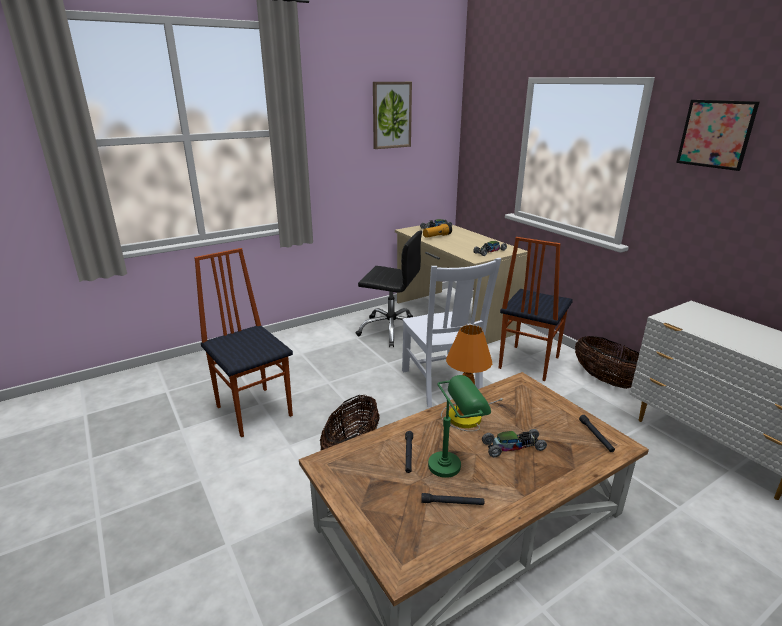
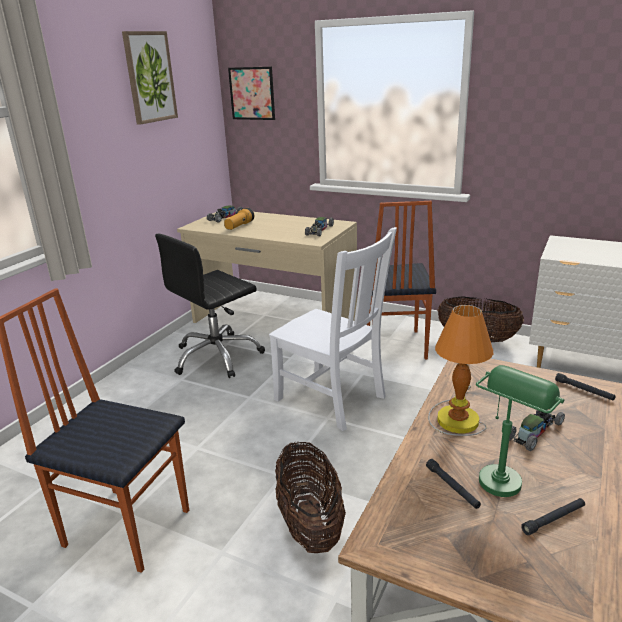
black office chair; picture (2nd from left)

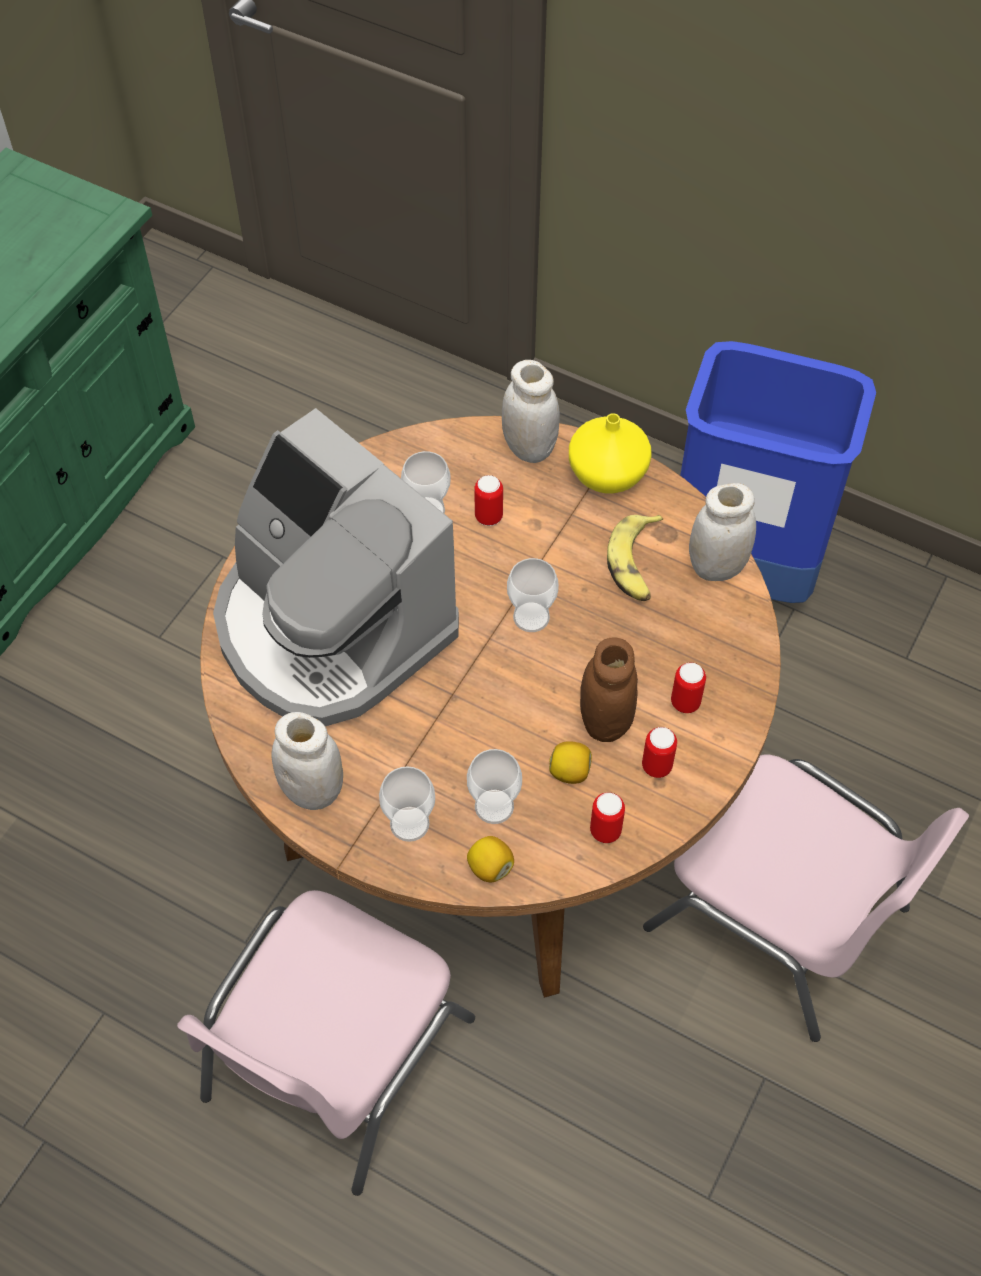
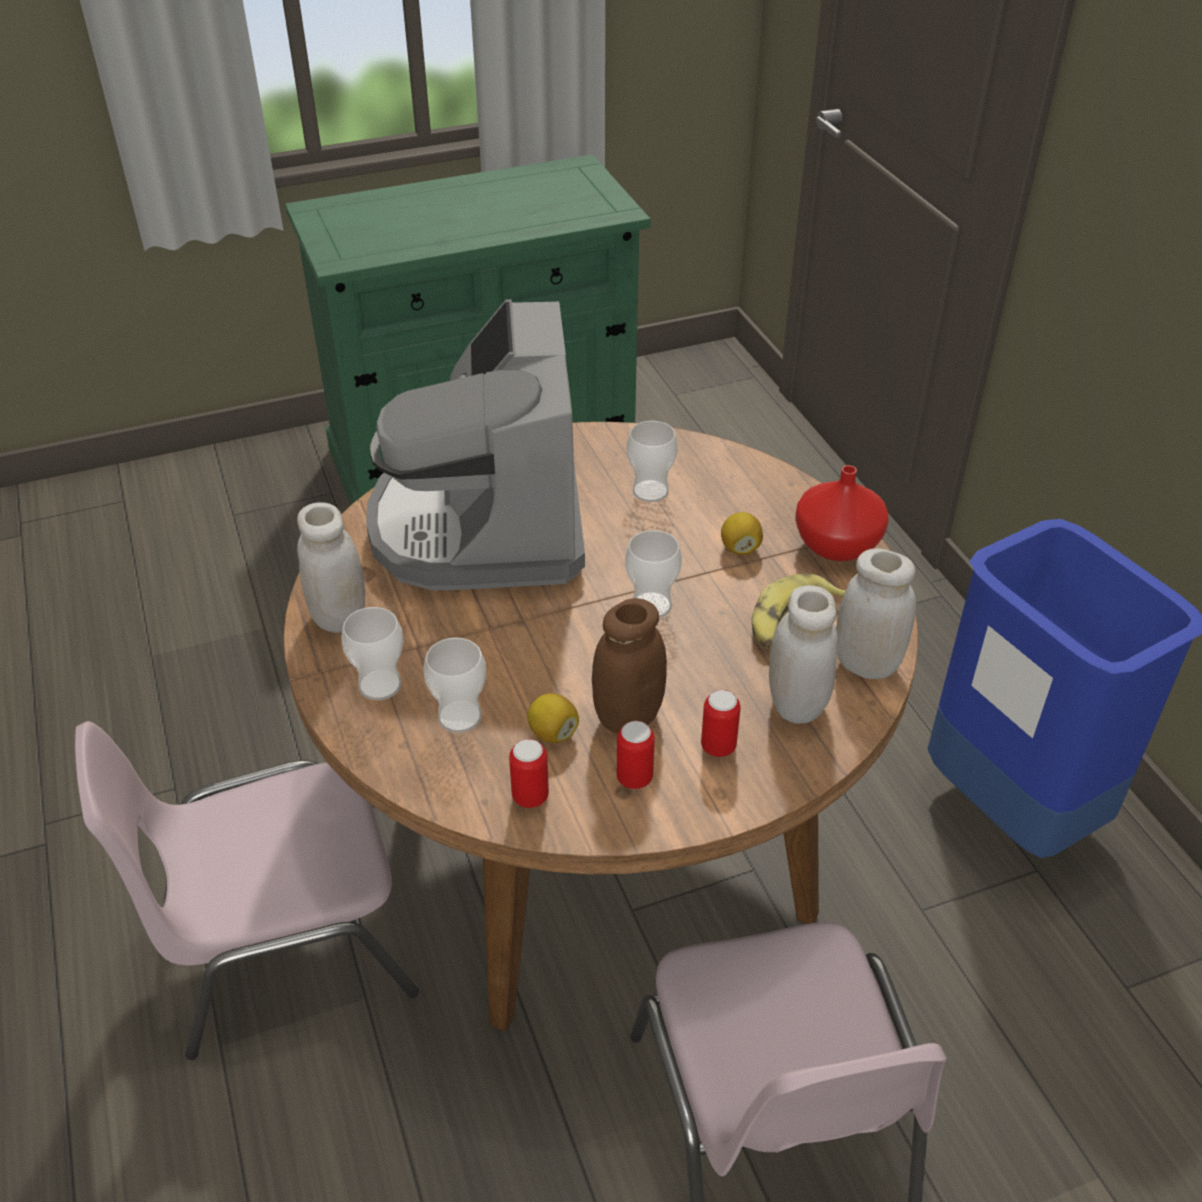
lemon (2nd from left); can (1st from left in the first image); white jar (2nd from left); red vase

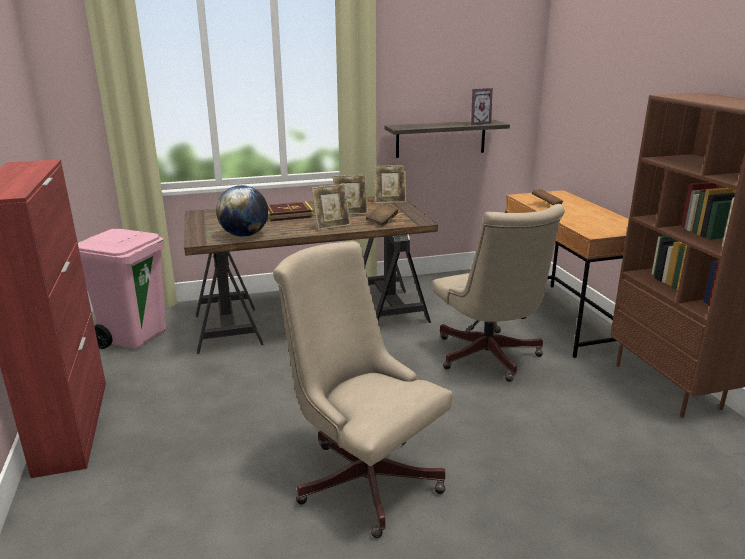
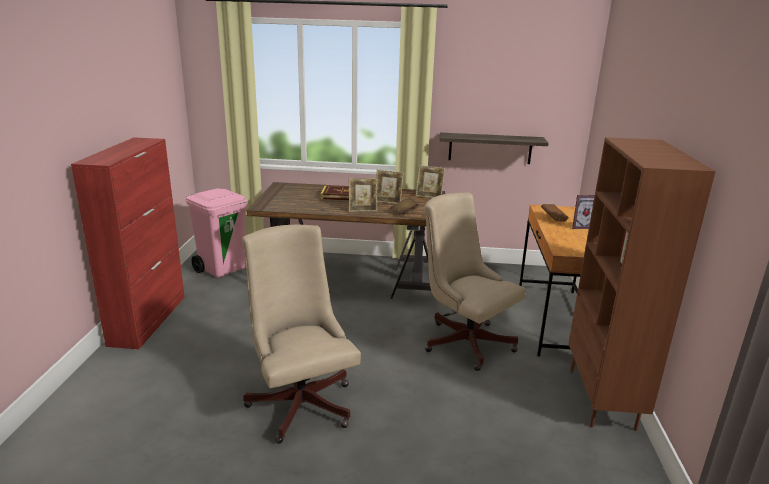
globe; beige office chair (2nd from left); picture frame (4th from left)

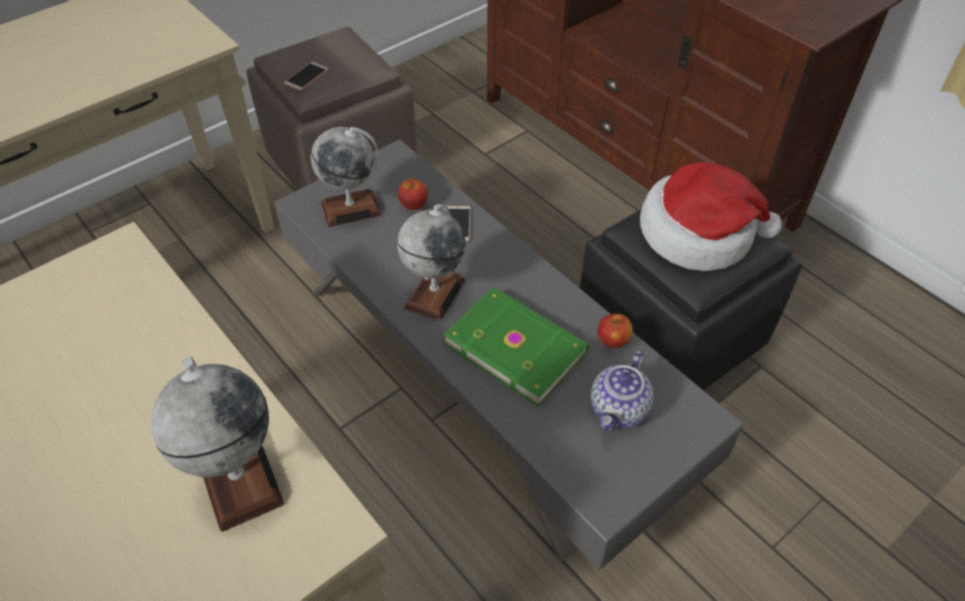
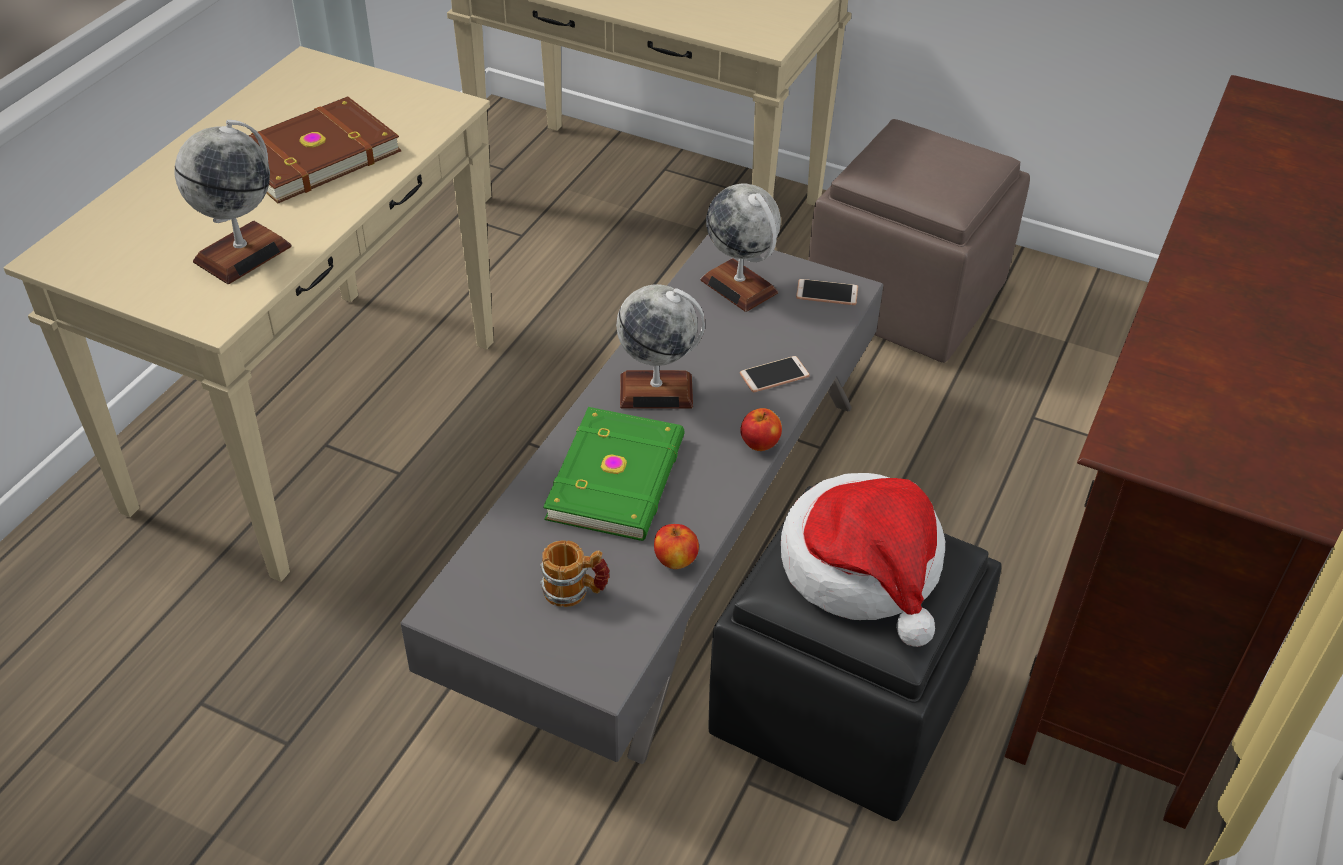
phone (2nd from left); apple (2nd from left); mug; brown book

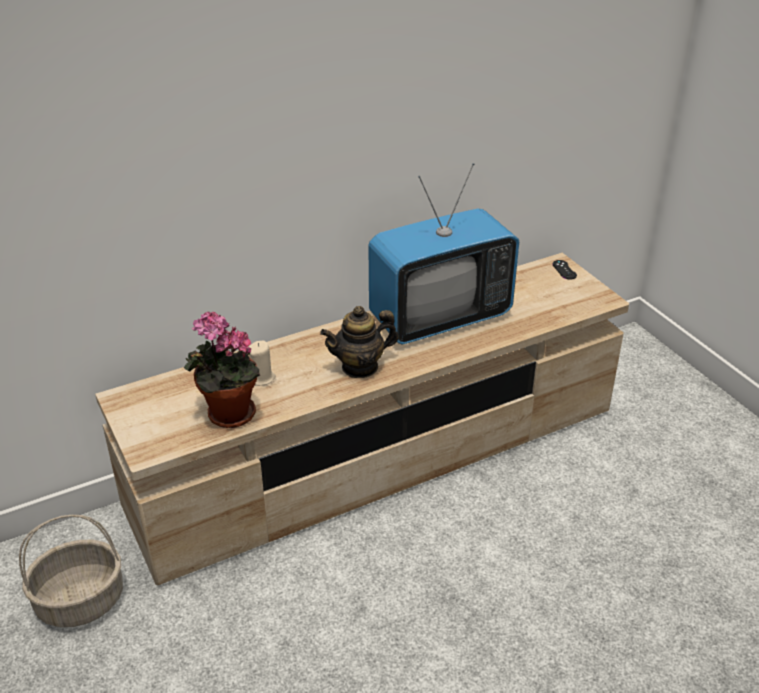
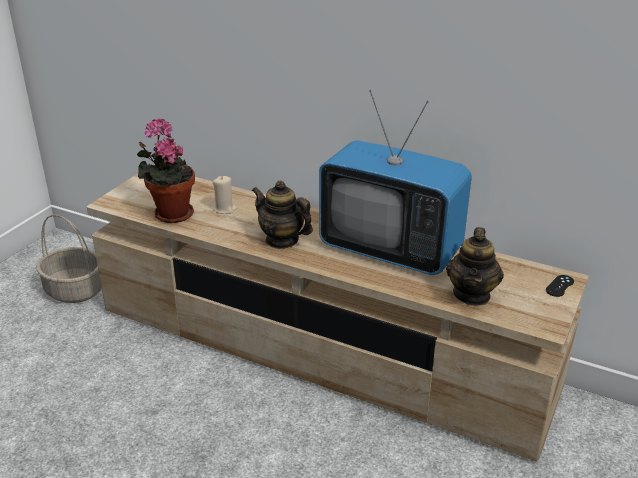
teapot (2nd from left)

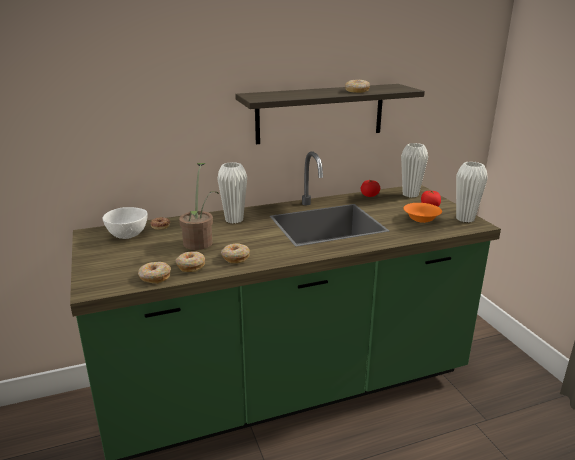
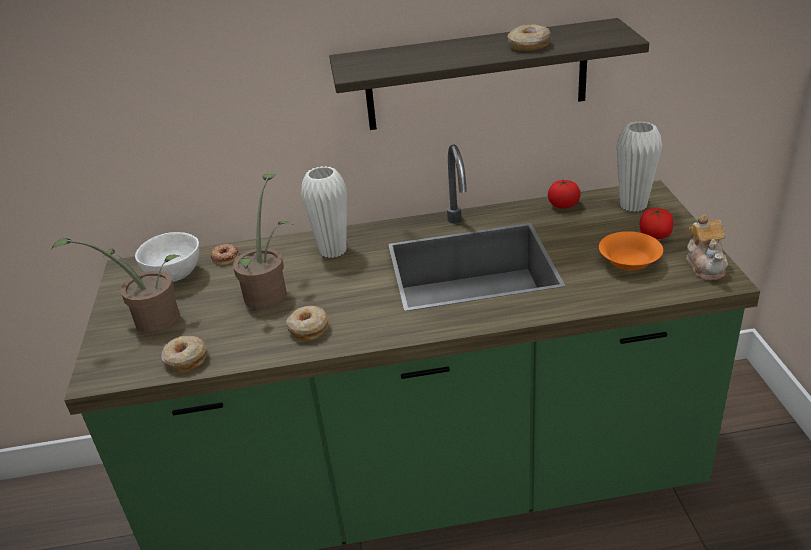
donut (3rd from left in the first image); teapot; potted plant (1st from left)

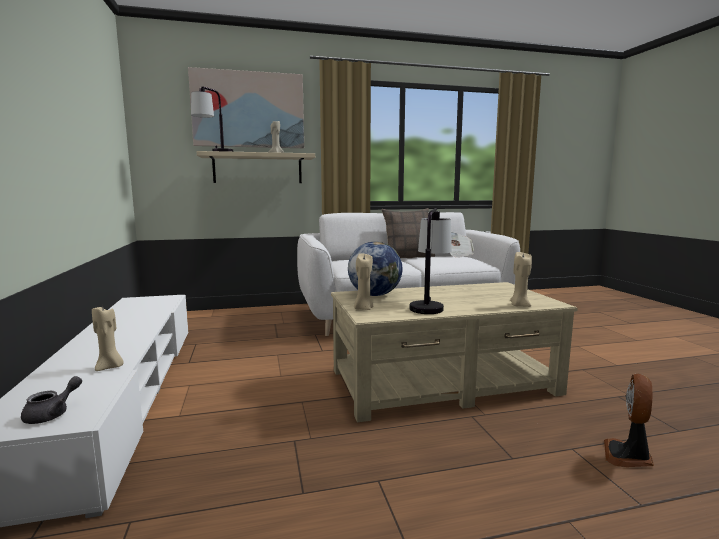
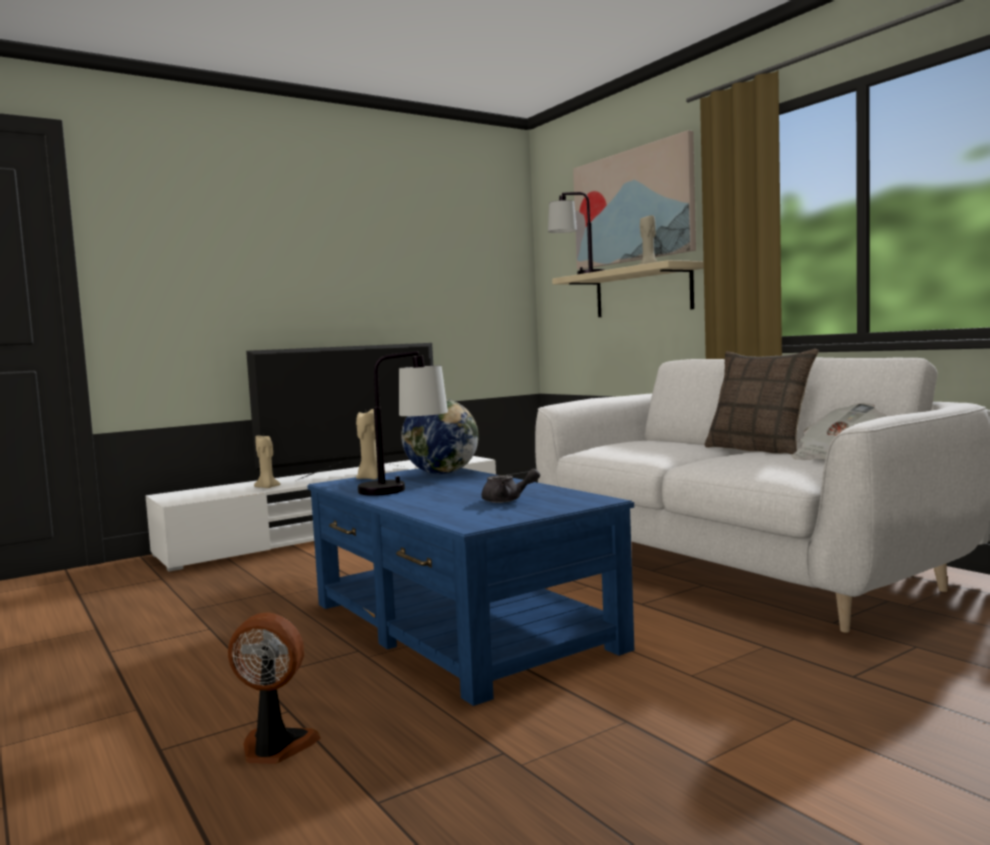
grey teapot; blue coffee table; beige candle (4th from left in the first image); television

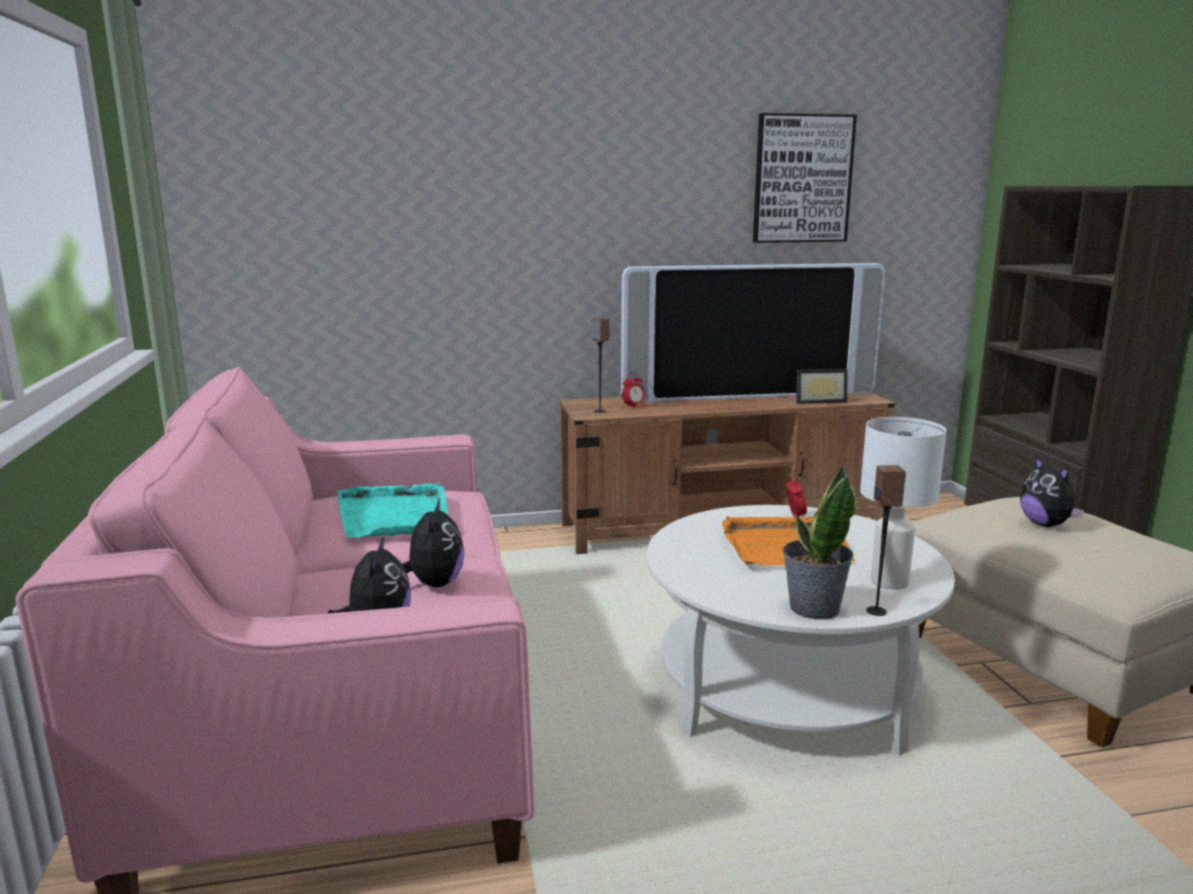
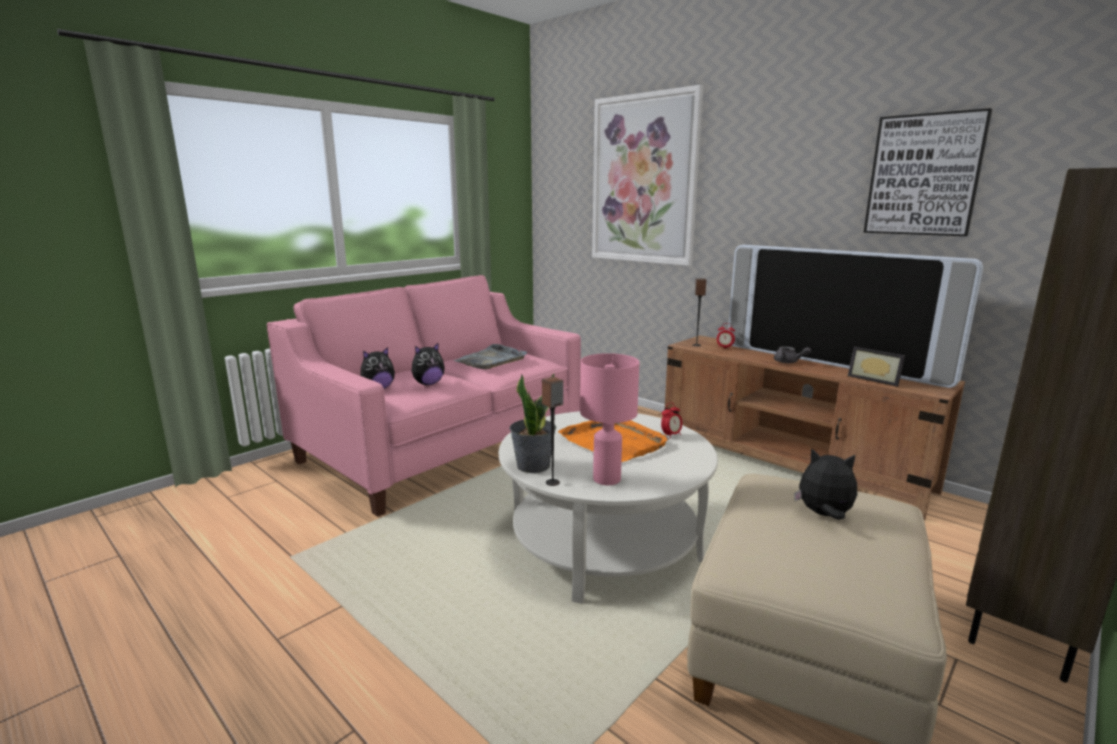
grey tray; pink table lamp; plush toy (3rd from left); picture (1st from left); grey teapot

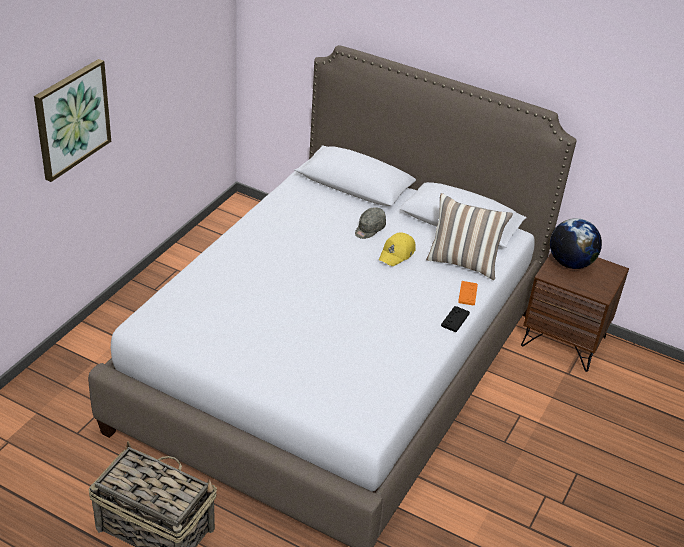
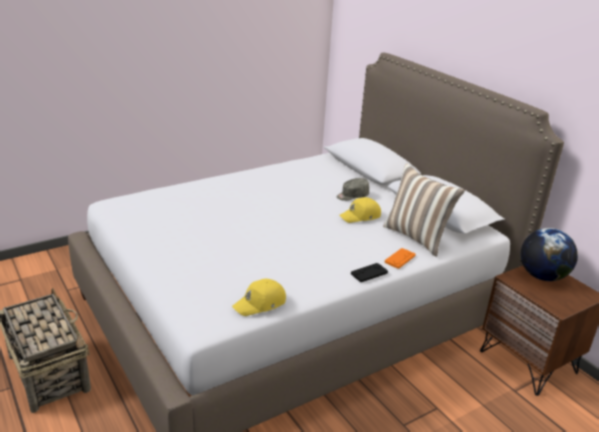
picture; yellow cap (1st from left)

